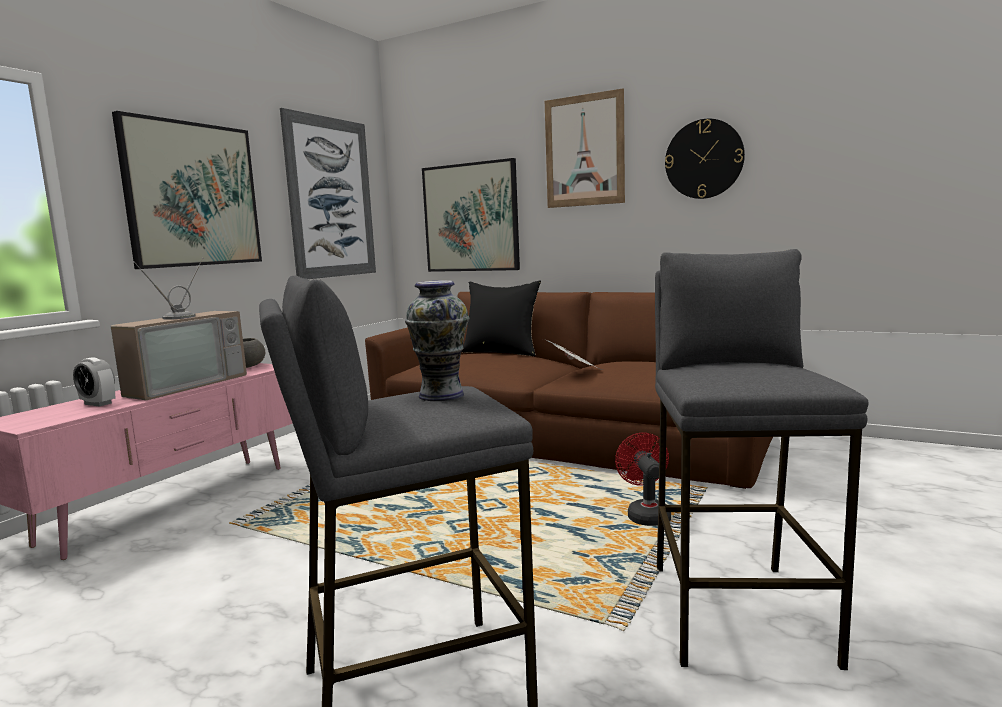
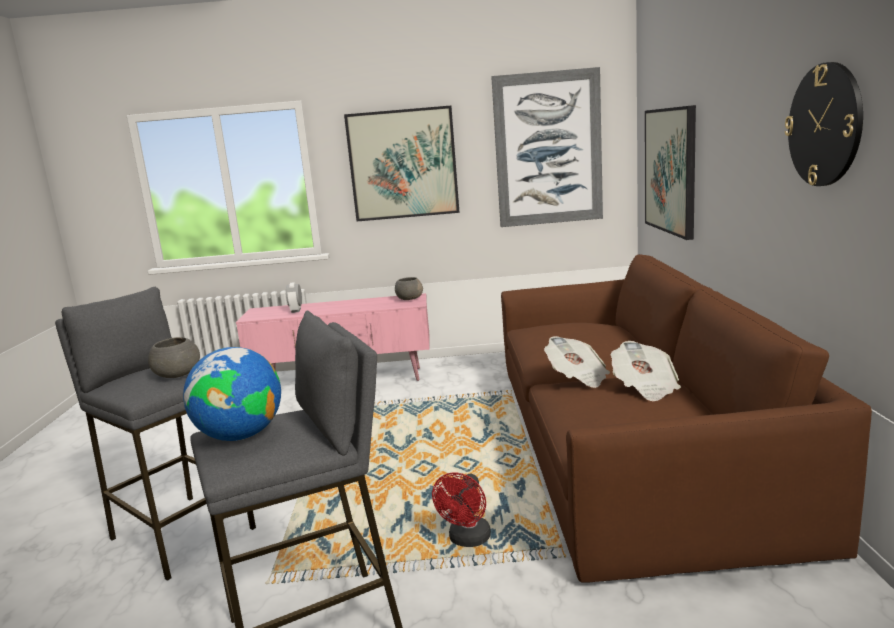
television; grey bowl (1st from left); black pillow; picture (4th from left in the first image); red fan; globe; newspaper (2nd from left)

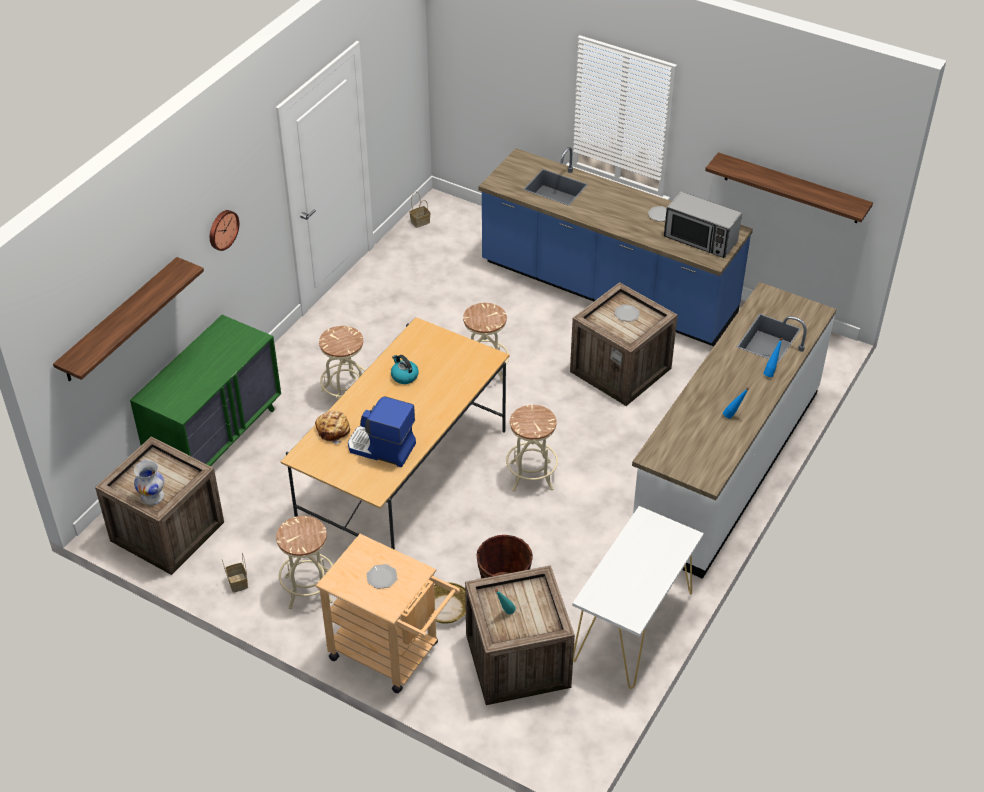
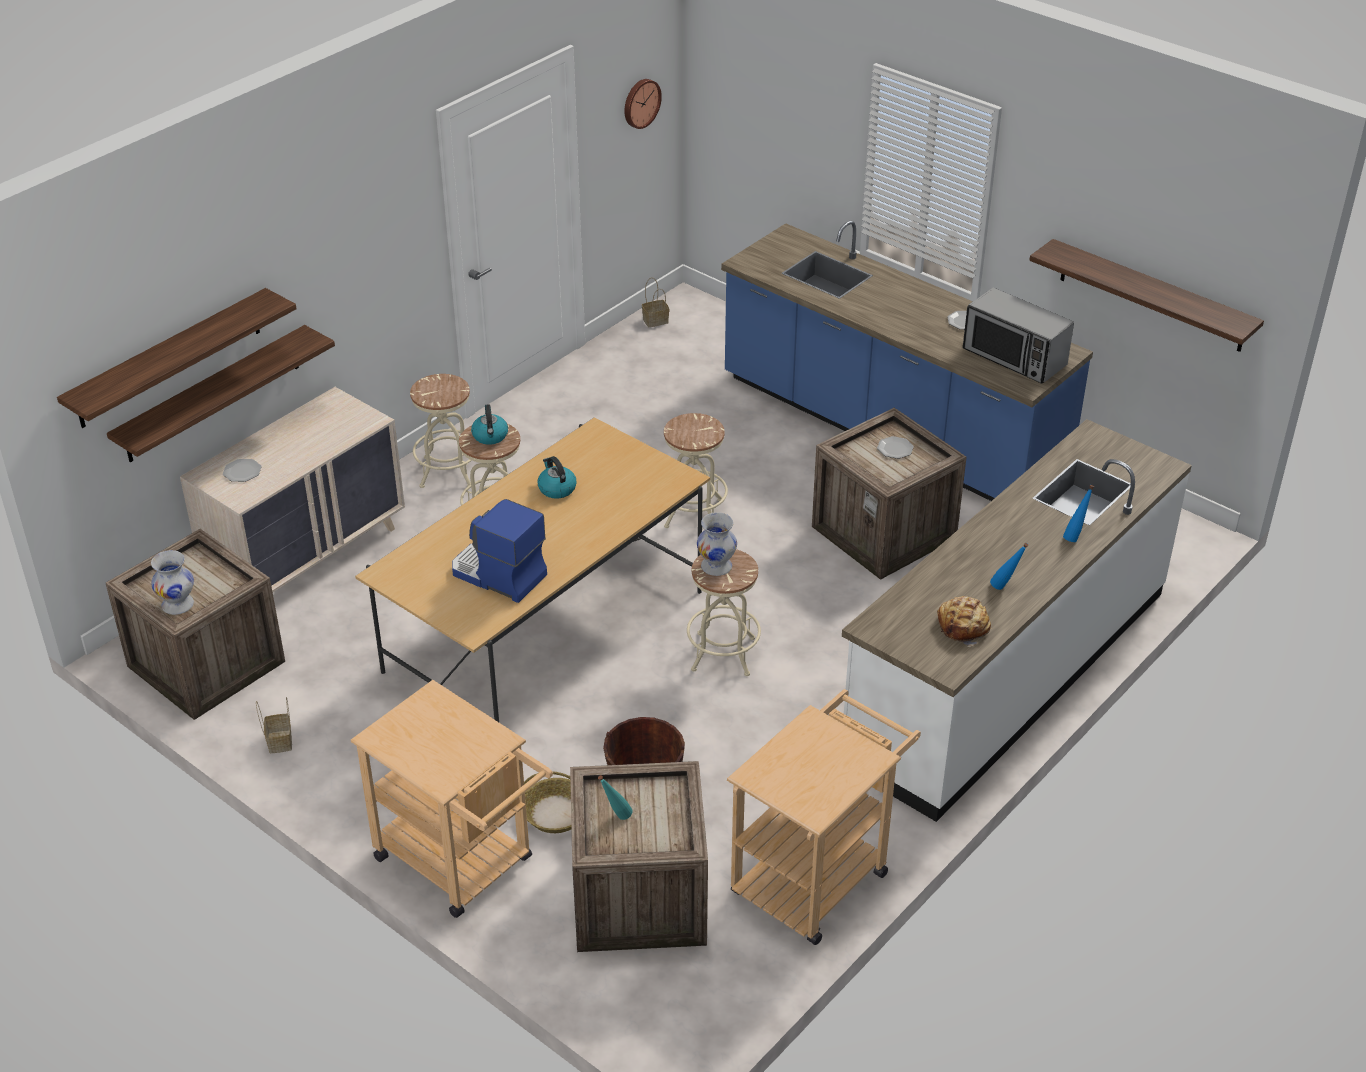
beige dresser; wall clock; beige stool (1st from left); bread; plate (1st from left); beige cart (2nd from left); shelf (2nd from left); kettle (1st from left); white vase (2nd from left)

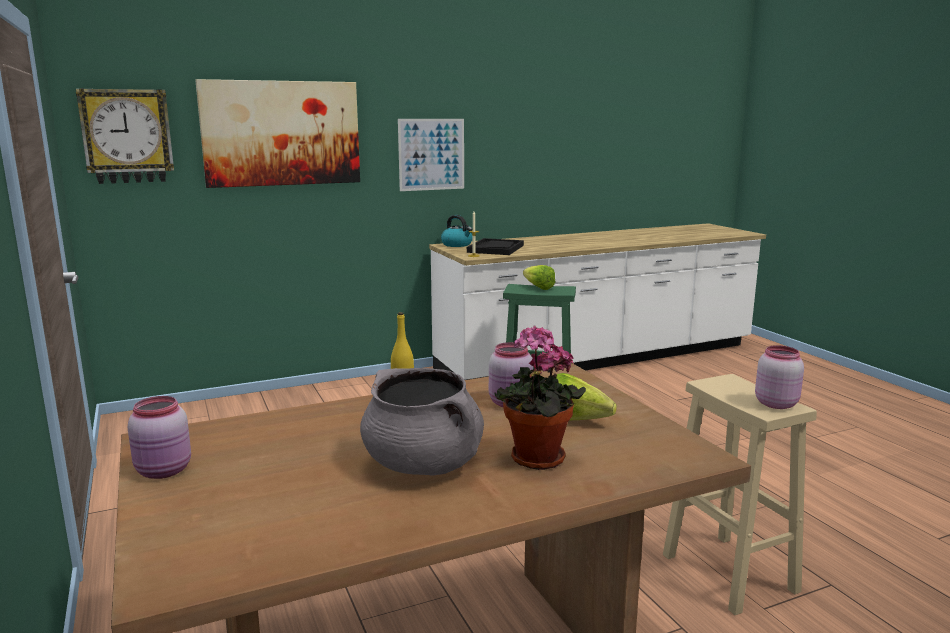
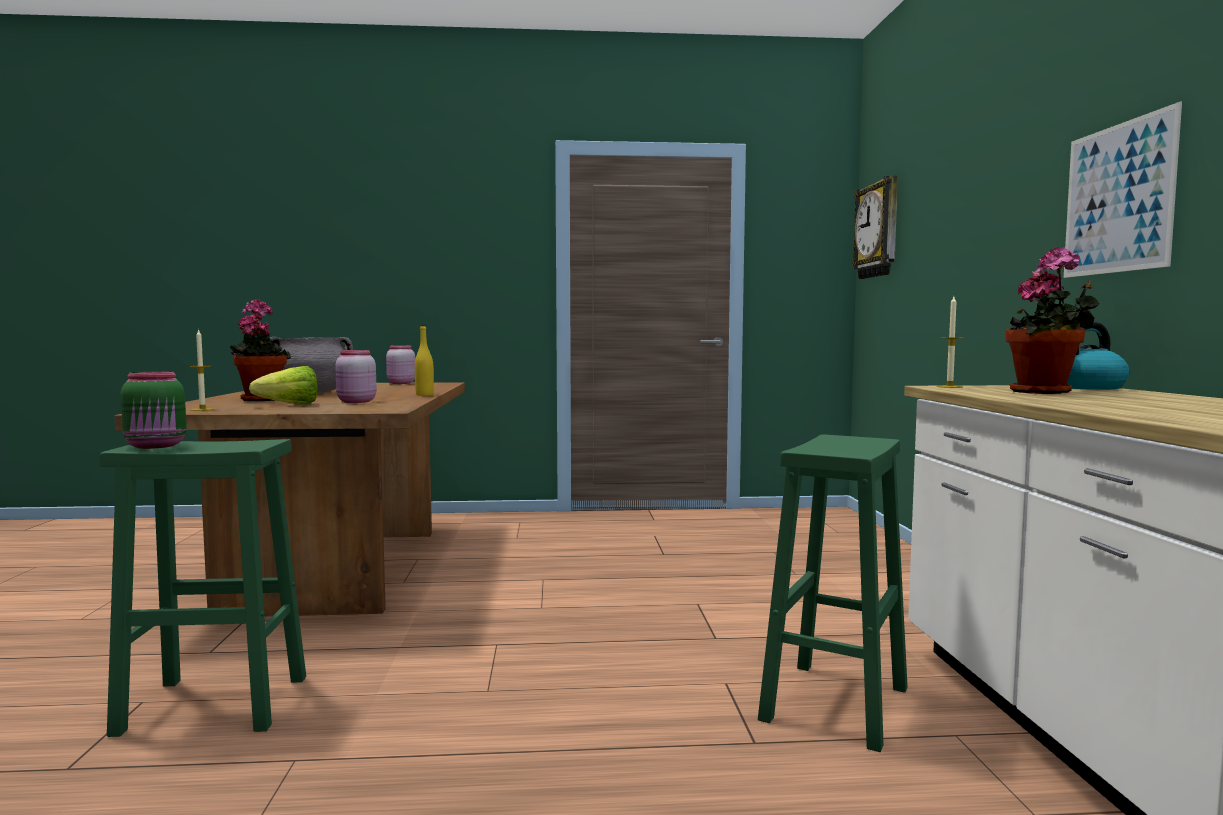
picture (1st from left in the first image); potted plant (2nd from left); lettuce (1st from left in the first image); green stool (1st from left); green jar; candle (1st from left)

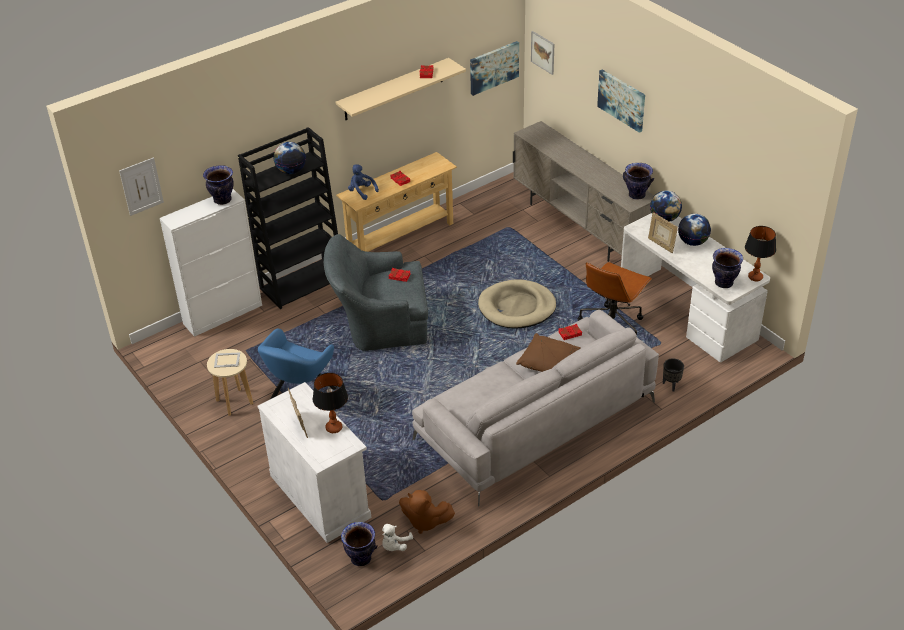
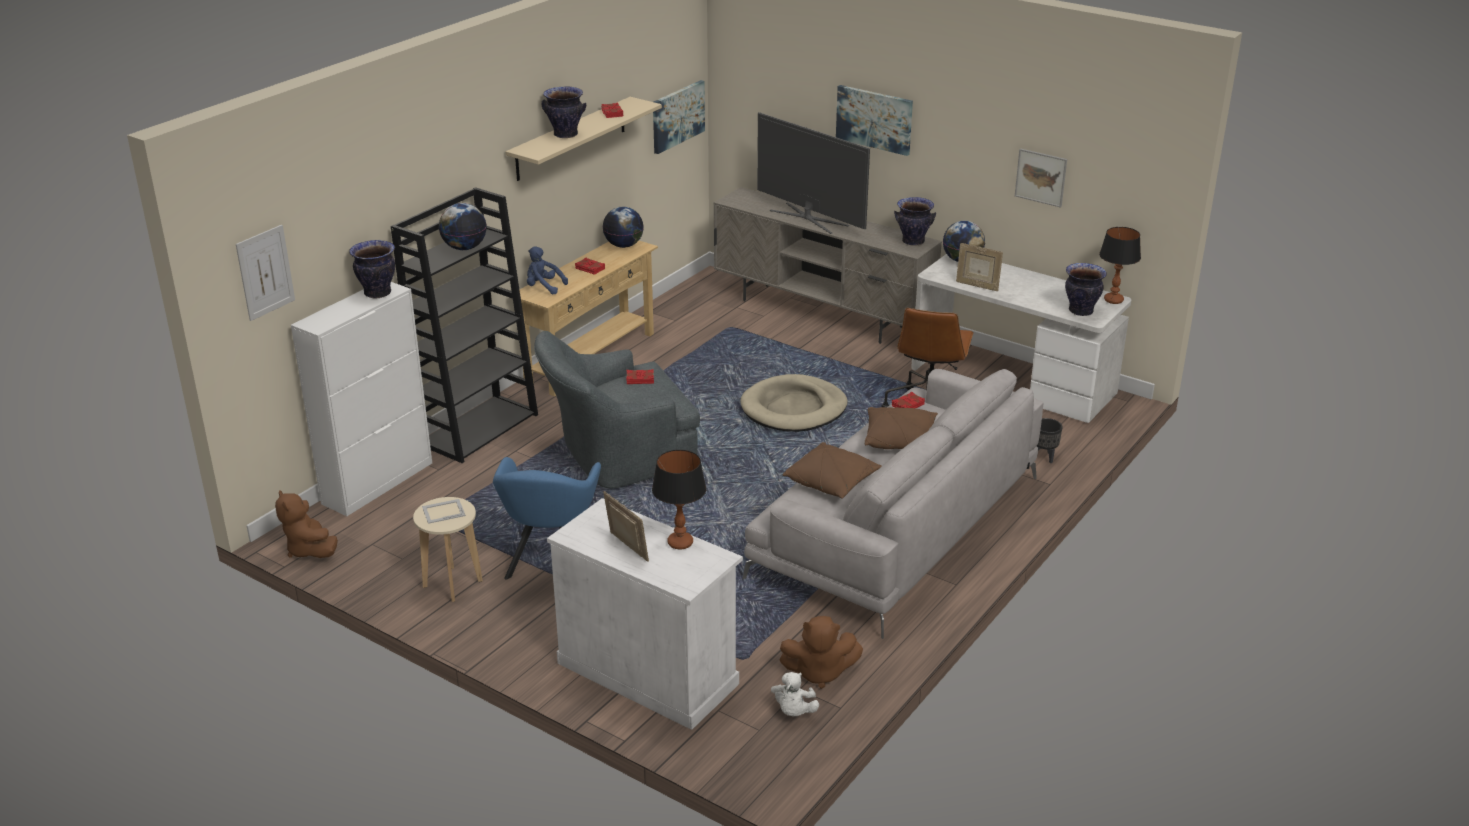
vase (2nd from left); picture (4th from left); globe (2nd from left); brown plush toy (1st from left); television; brown pillow (1st from left)

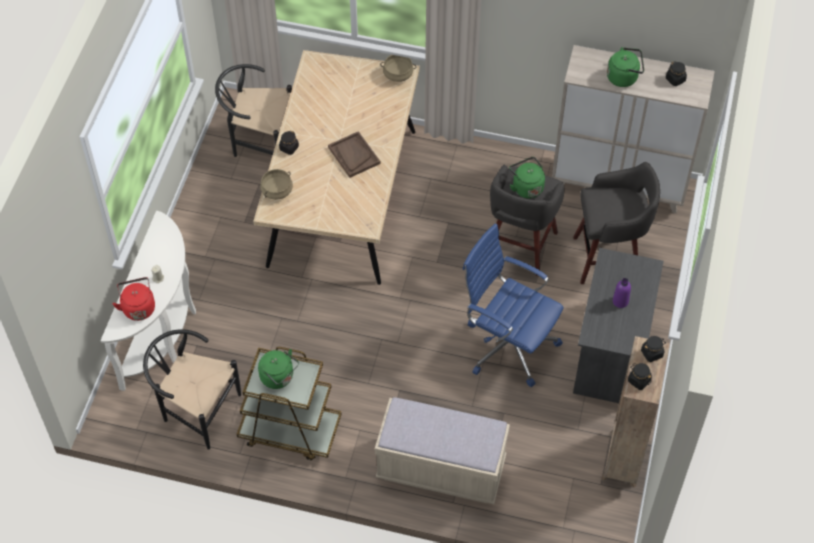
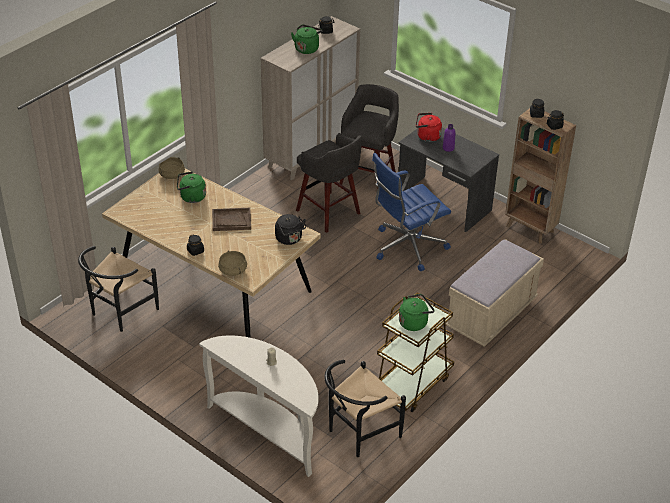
red kettle; green kettle (1st from left); black kettle

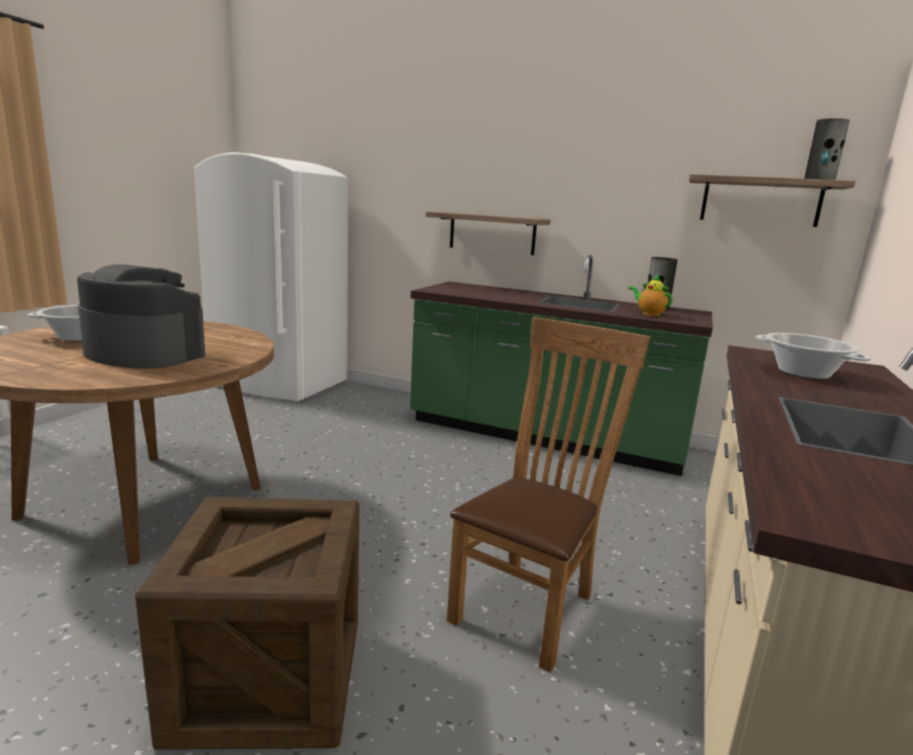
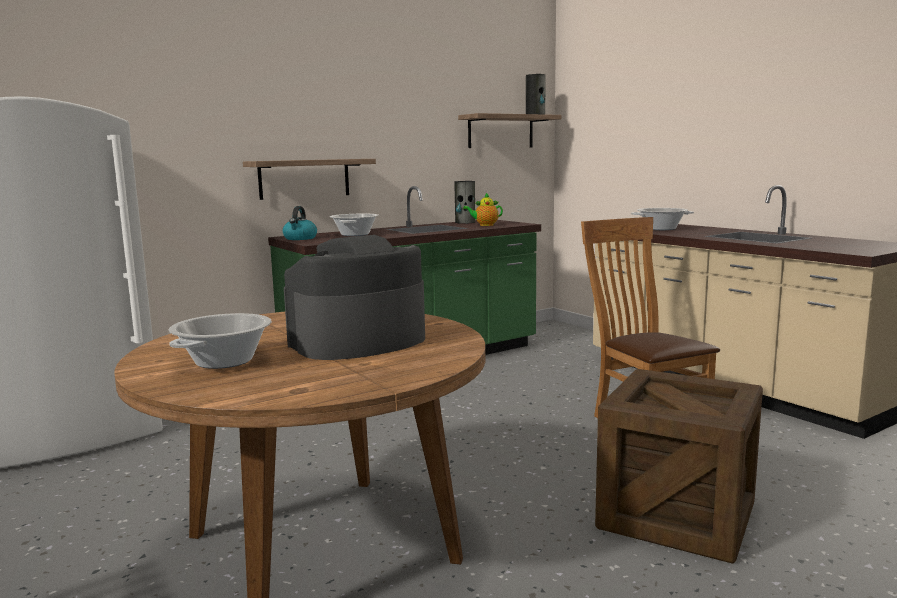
kettle; cooking pot (2nd from left)

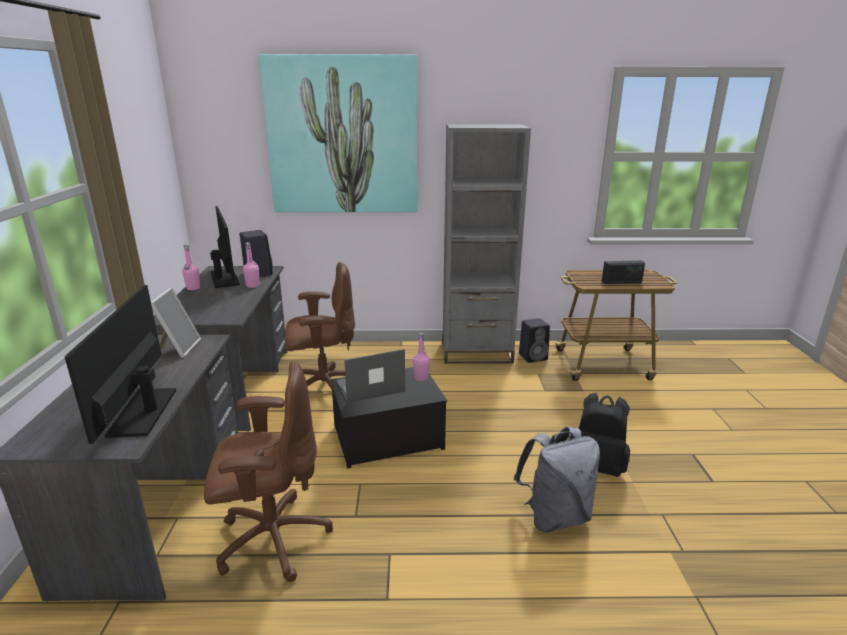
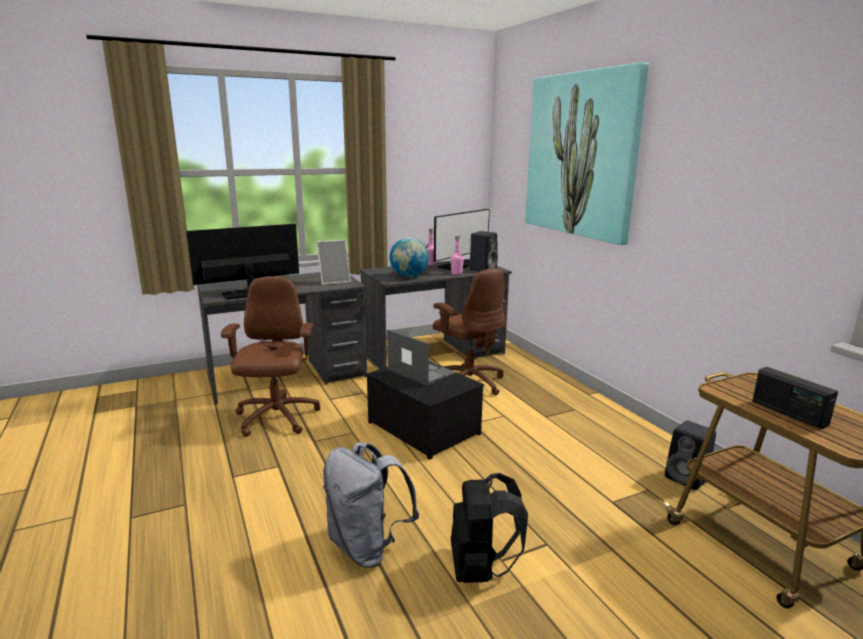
brown office chair (1st from left); pink bottle (3rd from left in the first image); grey bookcase; globe

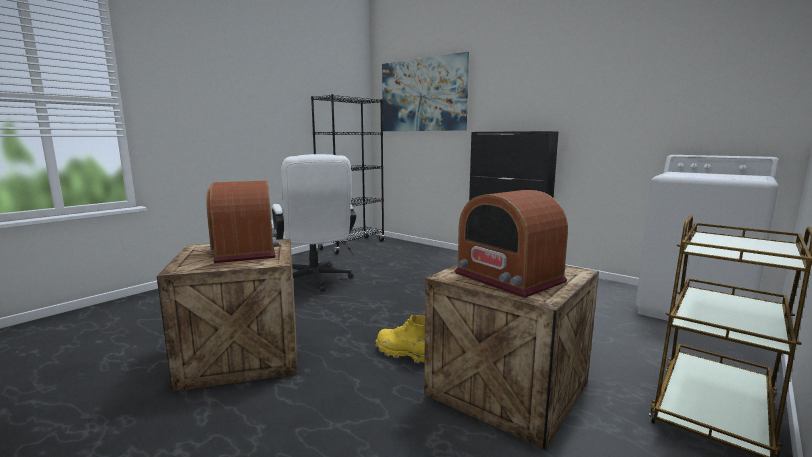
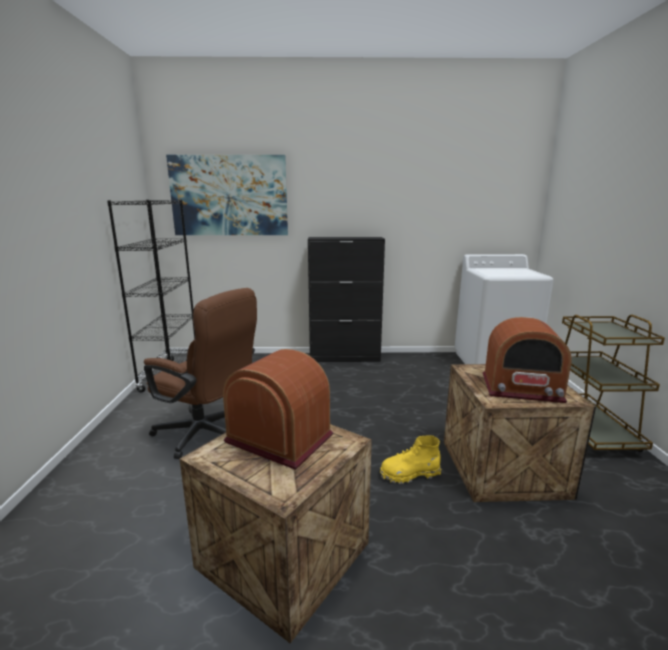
brown office chair

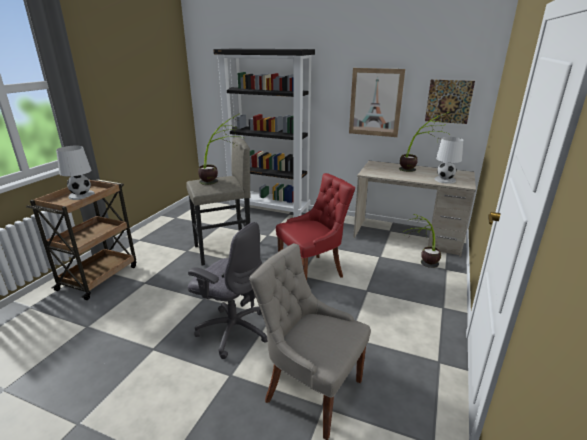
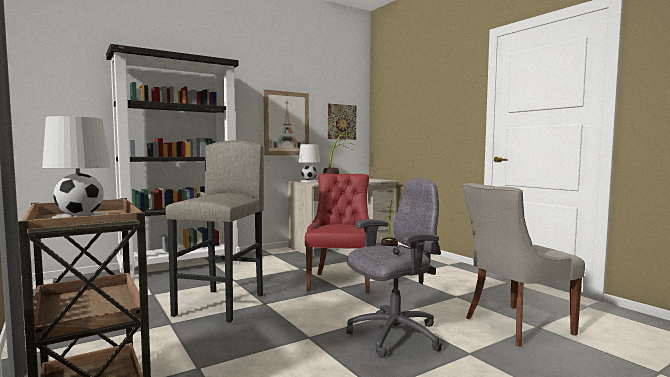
potted plant (1st from left in the first image); white table lamp (2nd from left)

